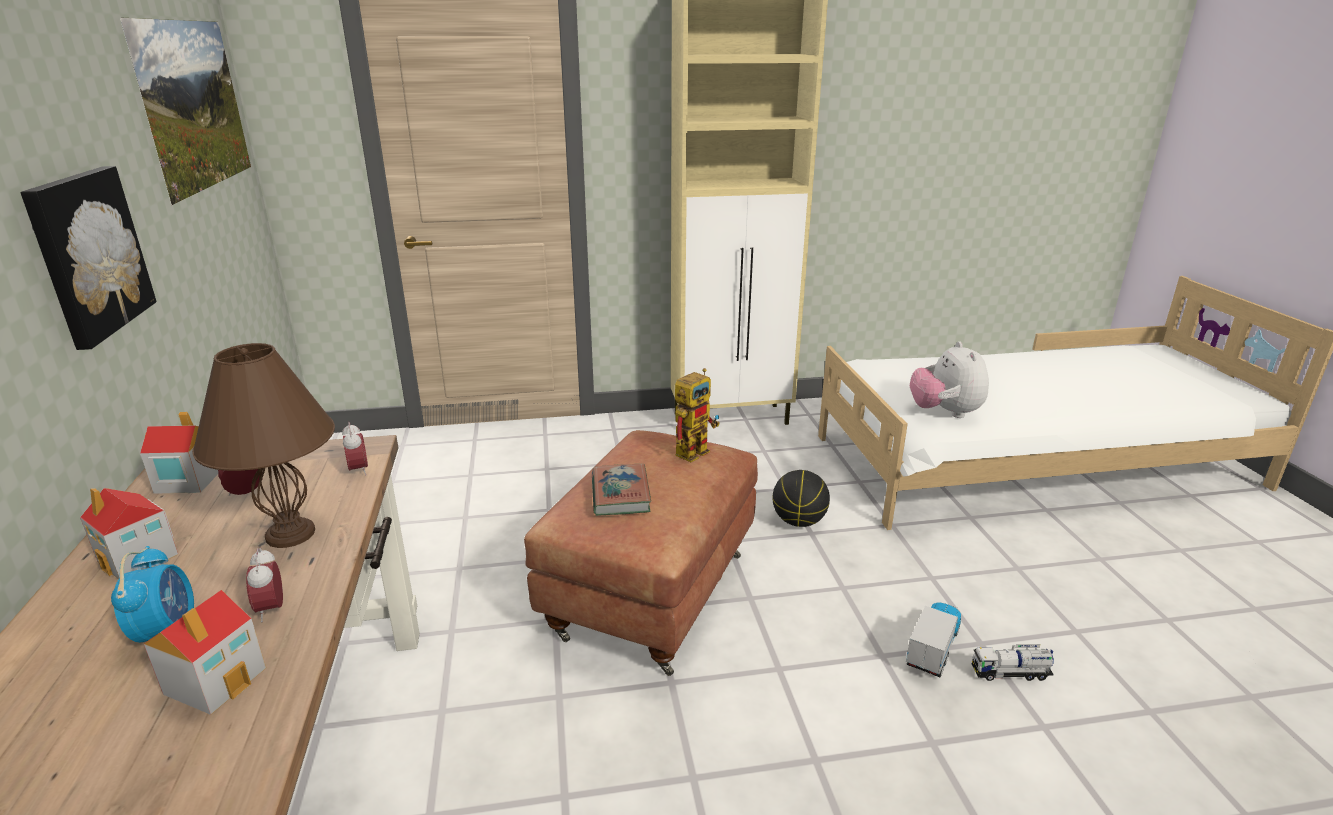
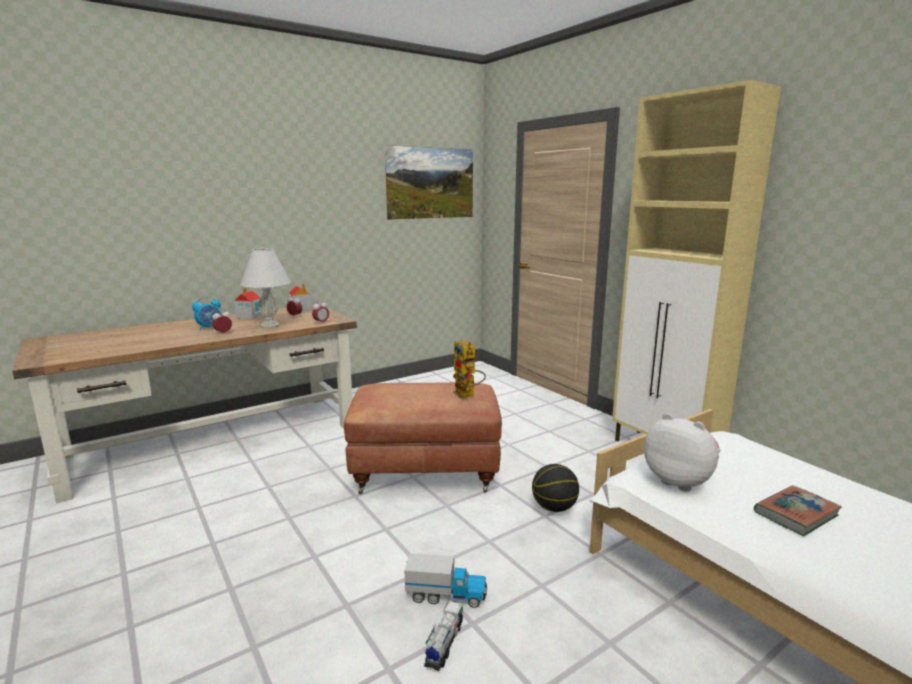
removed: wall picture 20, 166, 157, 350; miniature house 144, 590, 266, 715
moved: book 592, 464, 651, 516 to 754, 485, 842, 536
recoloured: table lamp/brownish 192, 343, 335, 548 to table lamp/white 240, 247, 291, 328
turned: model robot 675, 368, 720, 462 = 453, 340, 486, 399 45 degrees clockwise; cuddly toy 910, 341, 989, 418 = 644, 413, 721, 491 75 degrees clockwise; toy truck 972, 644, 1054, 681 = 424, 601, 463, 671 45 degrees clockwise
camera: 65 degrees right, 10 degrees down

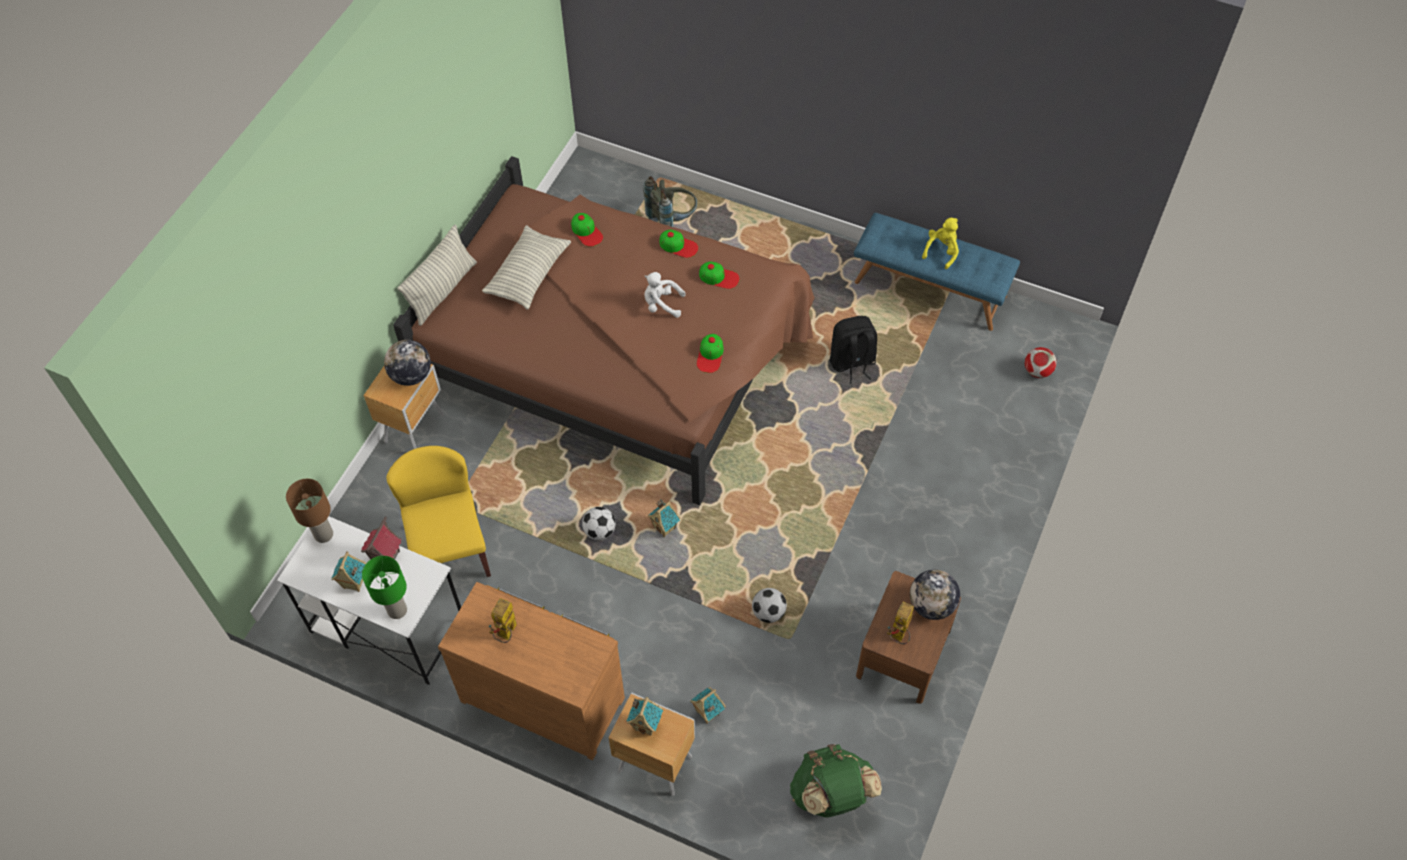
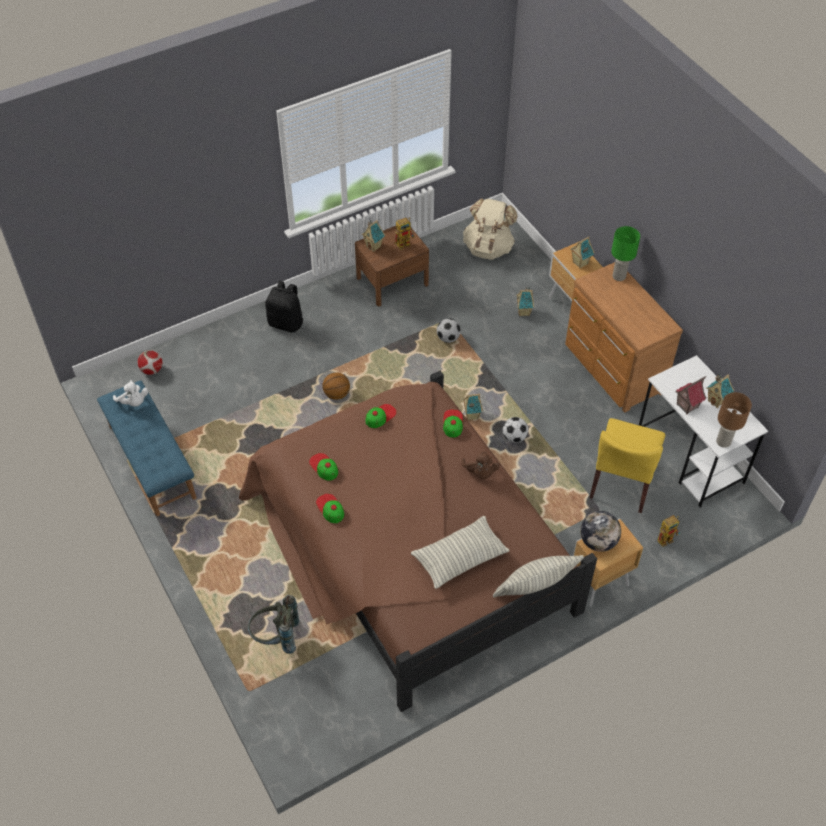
removed: cuddly toy/yellow 922, 218, 959, 269
added: basketball ball 322, 372, 350, 400; cuddly toy/brownish 461, 451, 500, 479
moved: table lamp/green 362, 556, 407, 619 to 611, 226, 640, 281; model robot 489, 598, 517, 643 to 657, 515, 680, 547; cap 571, 213, 603, 247 to 443, 409, 463, 438; cuddly toy/white 644, 272, 686, 318 to 113, 380, 148, 407; backpack/black-coloured 830, 316, 877, 384 to 265, 281, 303, 333
replaced: desk globe 910, 570, 960, 620 to miniature house 361, 220, 385, 252
recoloured: backpack/green 790, 744, 882, 818 to backpack/beige 463, 198, 518, 260
camera: 145 degrees left, 5 degrees down

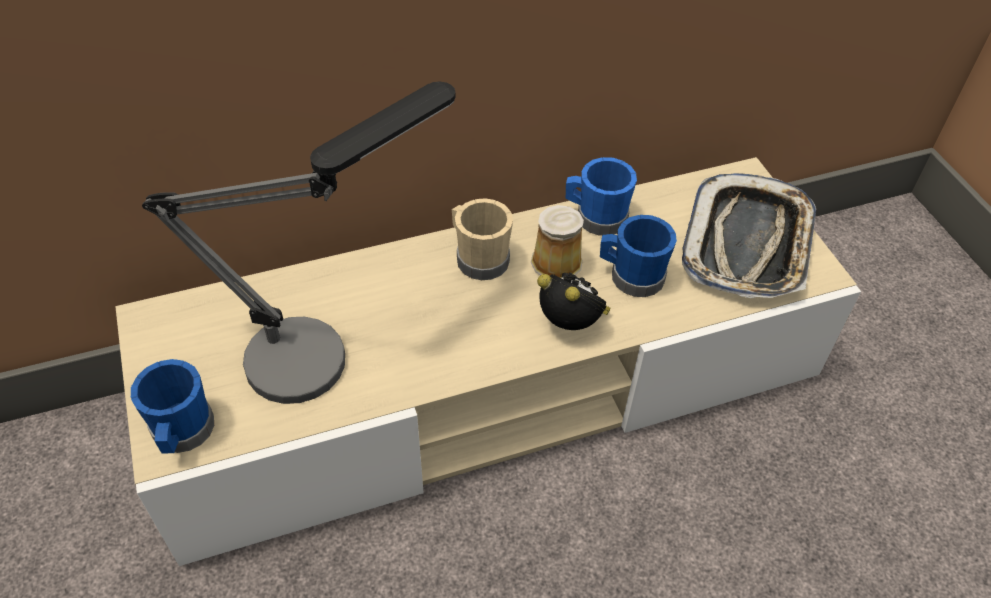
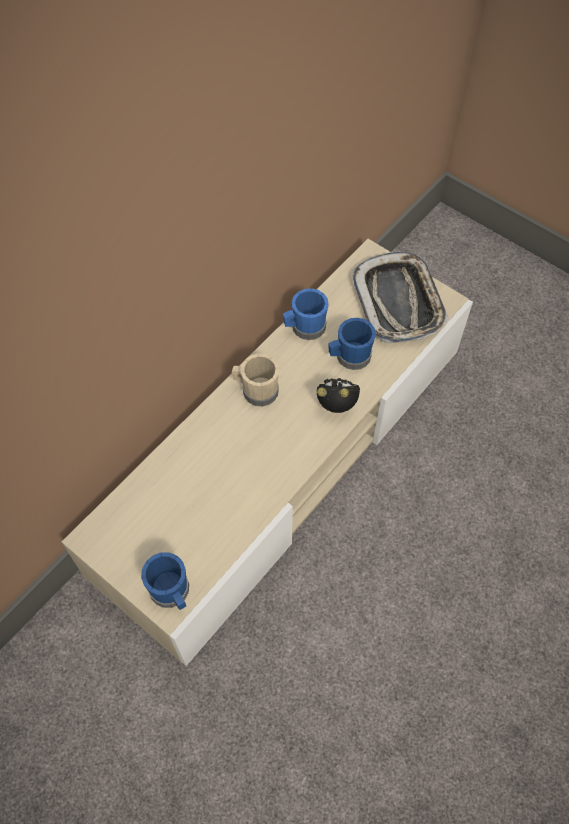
removed: table lamp 142, 81, 456, 404; mug 531, 205, 584, 278
camera: 30 degrees left, 10 degrees up

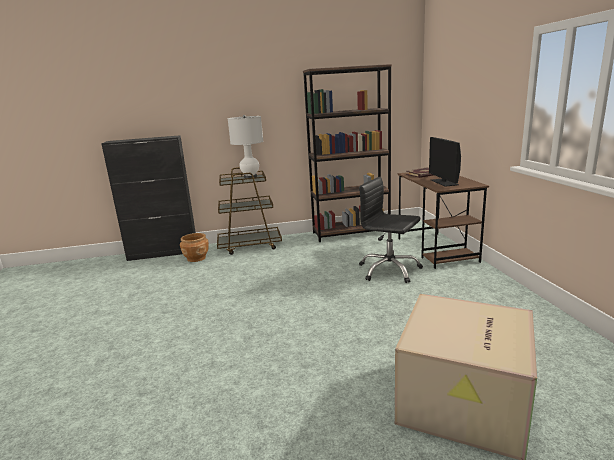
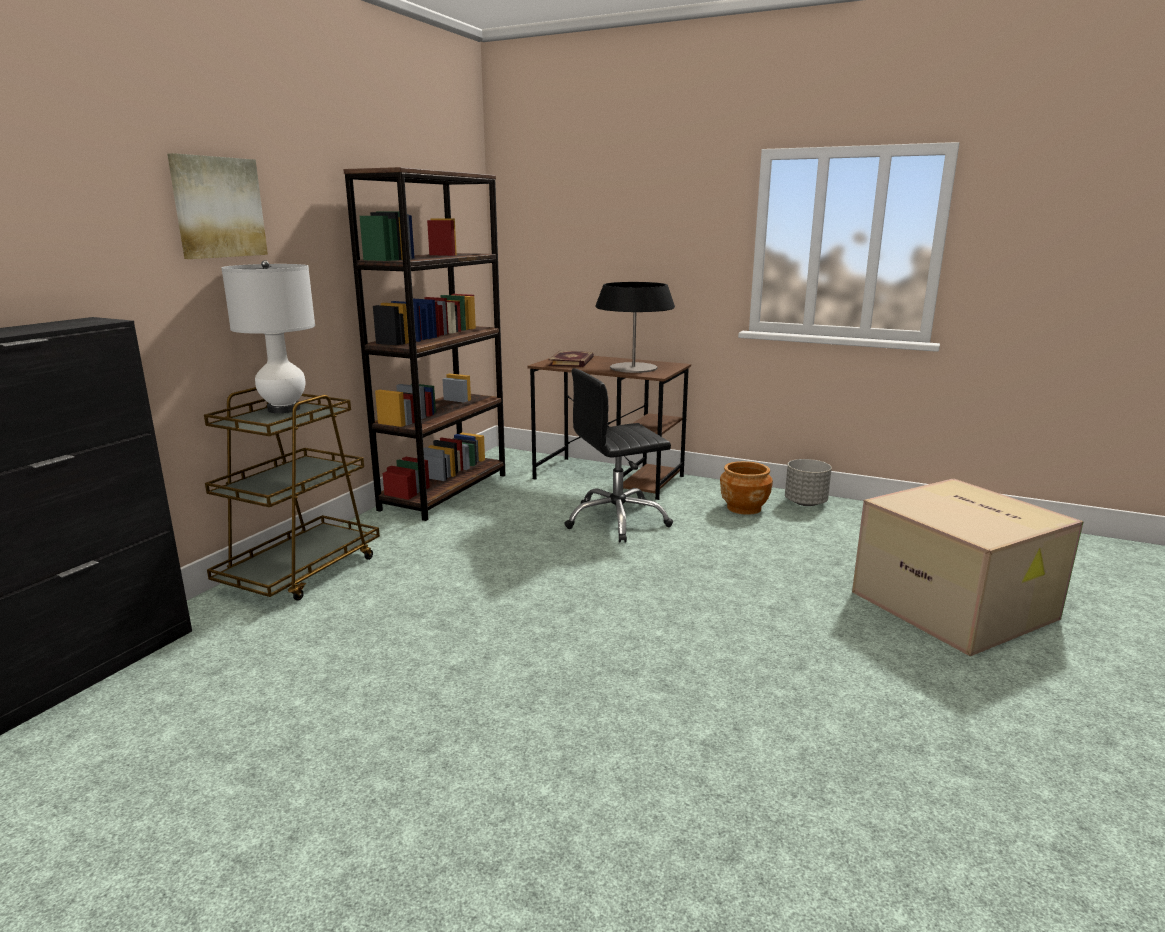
added: wall picture 167, 153, 268, 259; planter/gray 785, 459, 832, 506
moved: planter/brownish 180, 233, 208, 262 to 720, 461, 773, 515
replaced: computer screen 429, 137, 461, 187 to table lamp 596, 282, 675, 373
camera: 55 degrees left, 0 degrees up

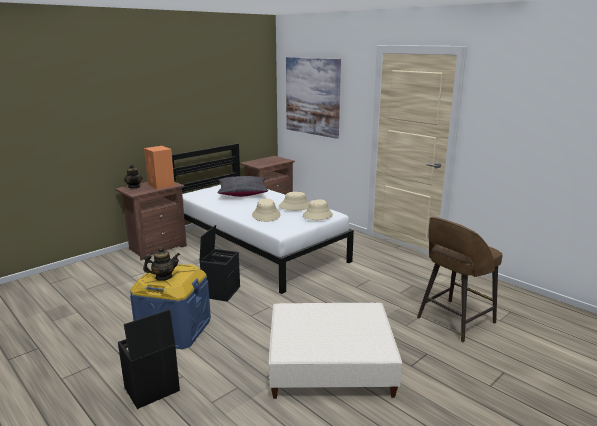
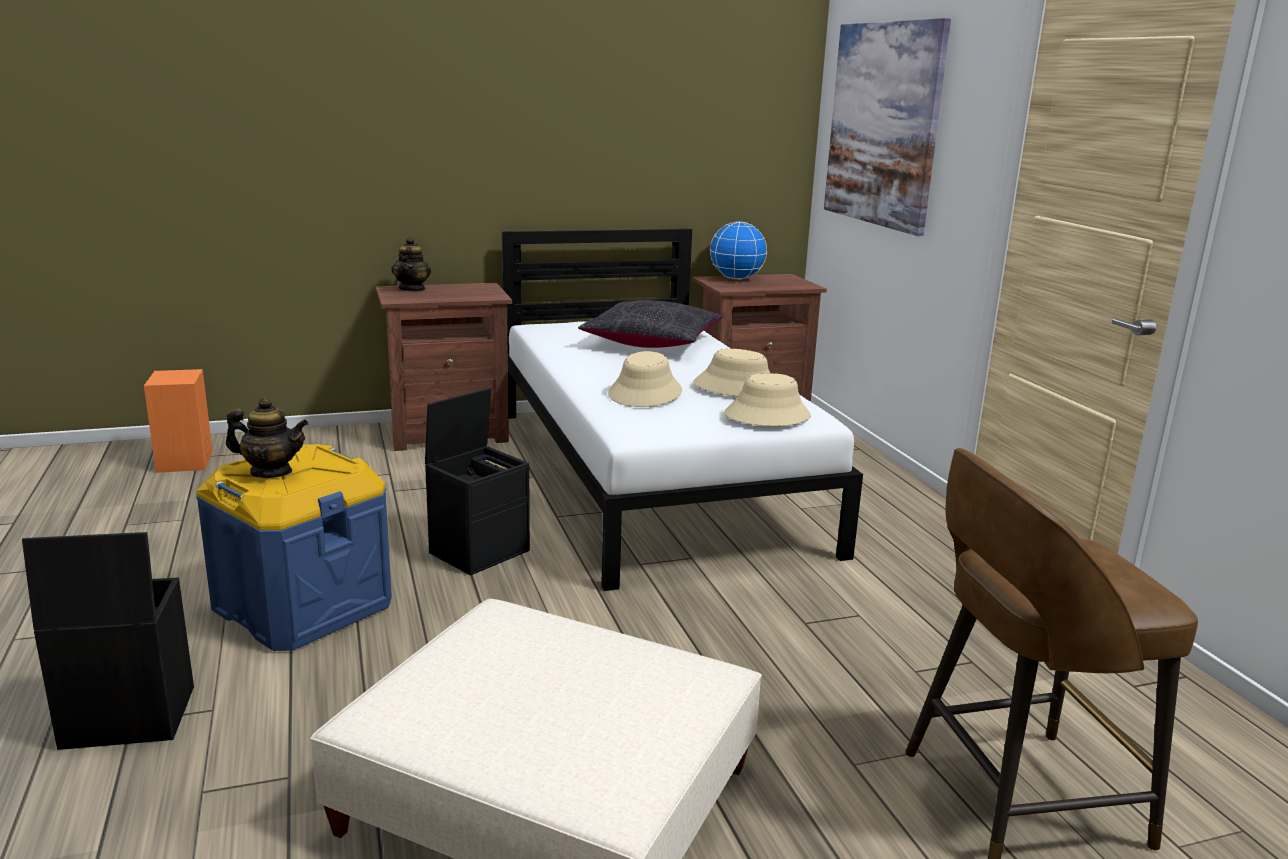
added: desk globe 710, 222, 767, 280
moved: audio speaker/orange 144, 146, 175, 189 to 144, 369, 213, 473
camera: 25 degrees right, 0 degrees up

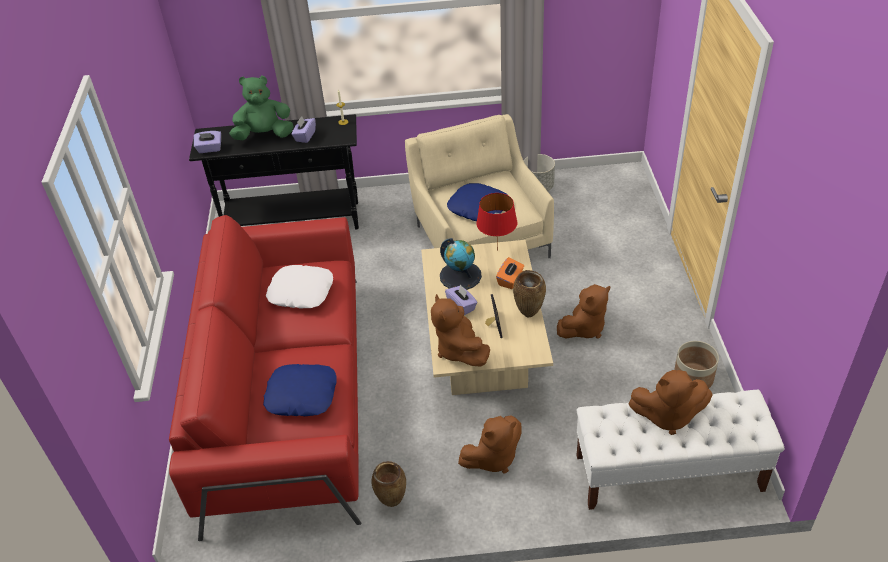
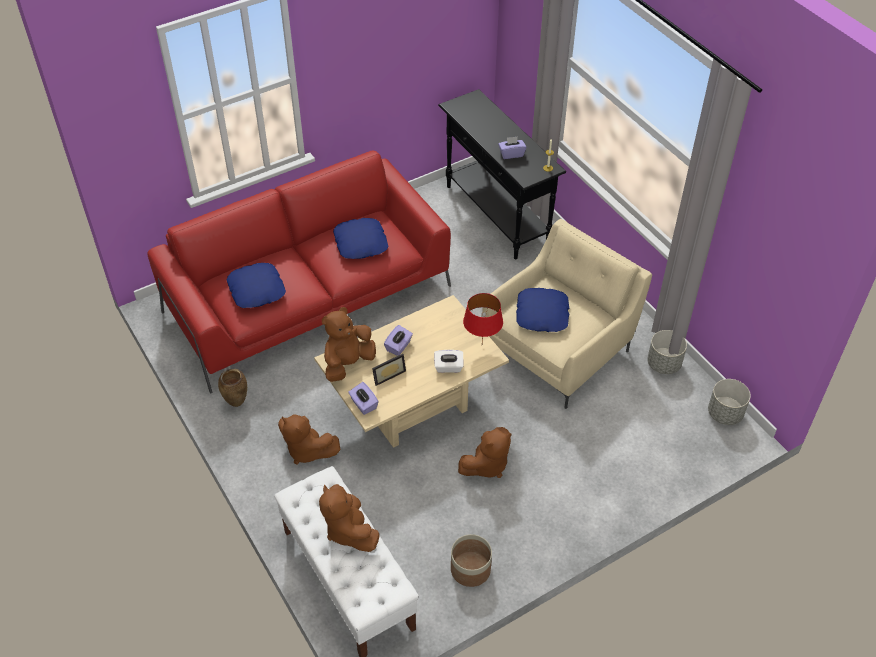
removed: cuddly toy/green 229, 75, 294, 141; desk globe 440, 238, 482, 290; vase/brownish 513, 270, 546, 317
added: planter/gray 708, 379, 751, 425
moved: tissue box/purplish 194, 131, 221, 153 to 348, 382, 379, 415
recoloured: cushion/white 266, 265, 333, 308 to cushion/blue-coloured 333, 218, 388, 259; tissue box/orange 496, 257, 524, 289 to tissue box/white 434, 350, 463, 373
turned: cuddly toy/brownish 557, 284, 610, 339 = 458, 427, 511, 478 60 degrees counterclockwise
camera: 60 degrees right, 5 degrees up

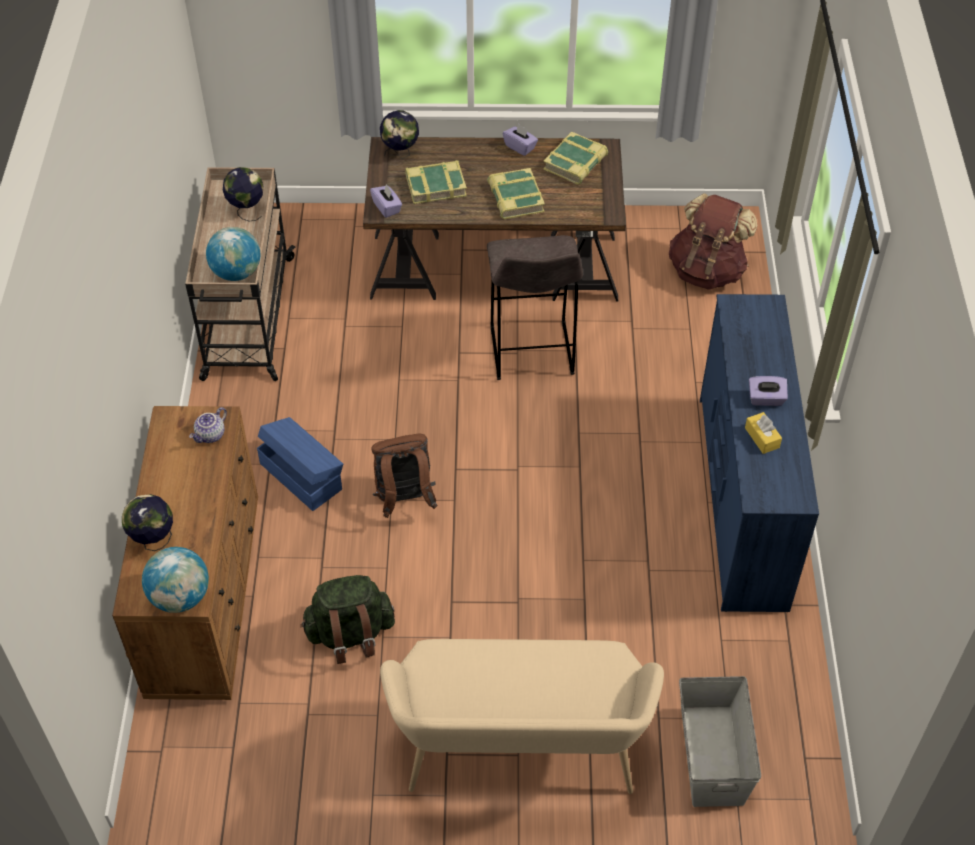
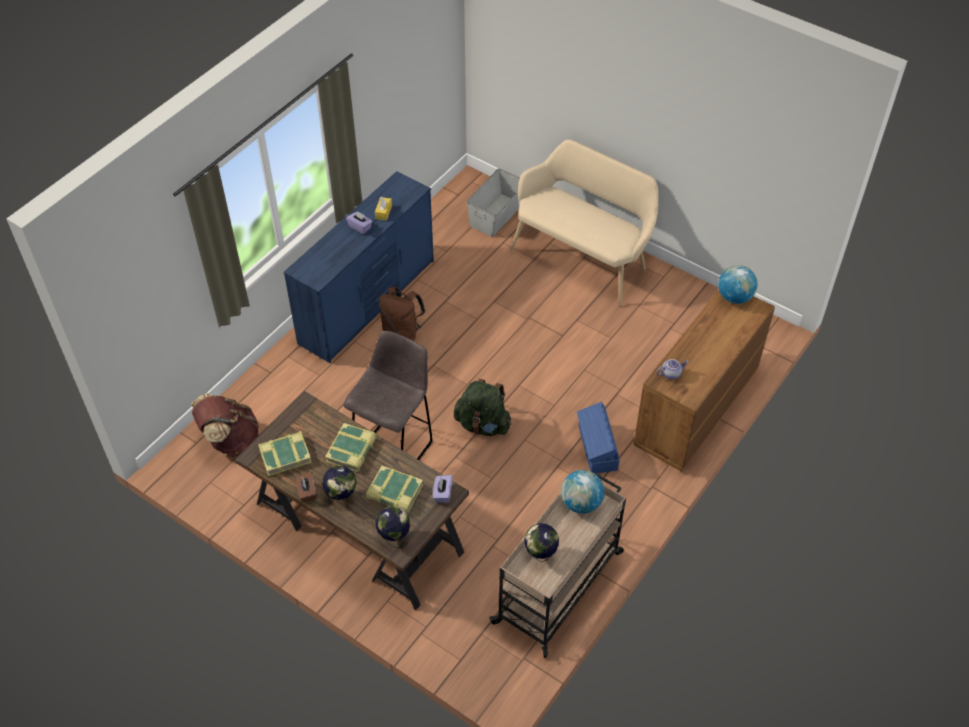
moved: desk globe 122, 494, 173, 551 to 322, 465, 357, 505; backpack/green 300, 575, 395, 664 to 454, 379, 512, 436; backpack/brownish 371, 434, 438, 518 to 379, 287, 426, 341
recoloured: tissue box/purplish 503, 124, 538, 156 to tissue box/brownish 296, 472, 317, 502
camera: 145 degrees left, 0 degrees up

